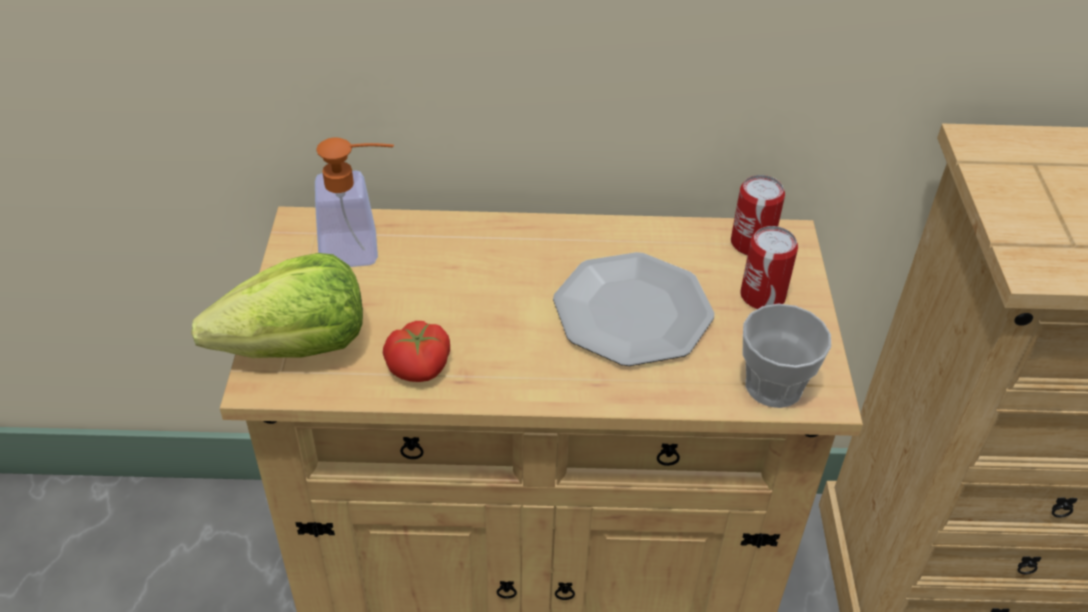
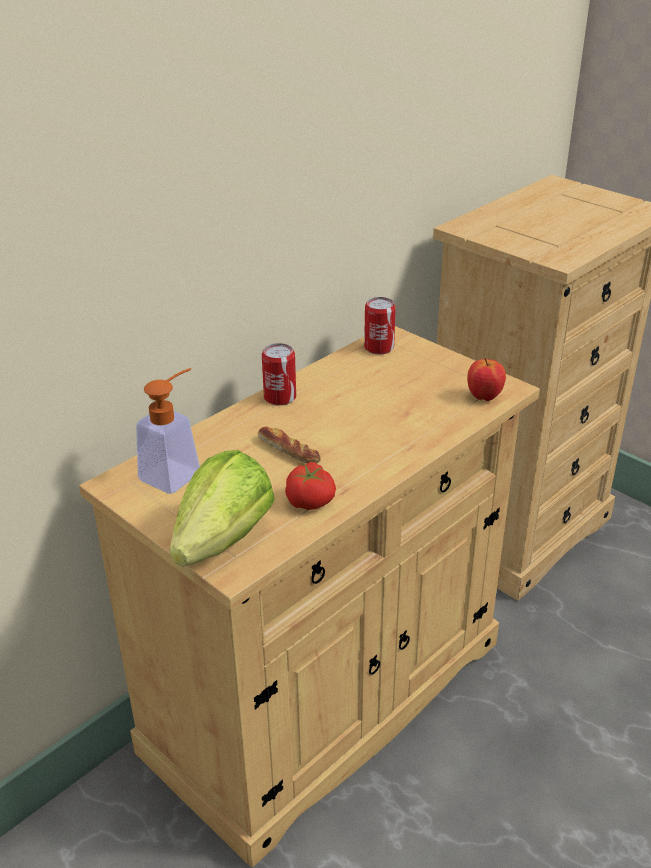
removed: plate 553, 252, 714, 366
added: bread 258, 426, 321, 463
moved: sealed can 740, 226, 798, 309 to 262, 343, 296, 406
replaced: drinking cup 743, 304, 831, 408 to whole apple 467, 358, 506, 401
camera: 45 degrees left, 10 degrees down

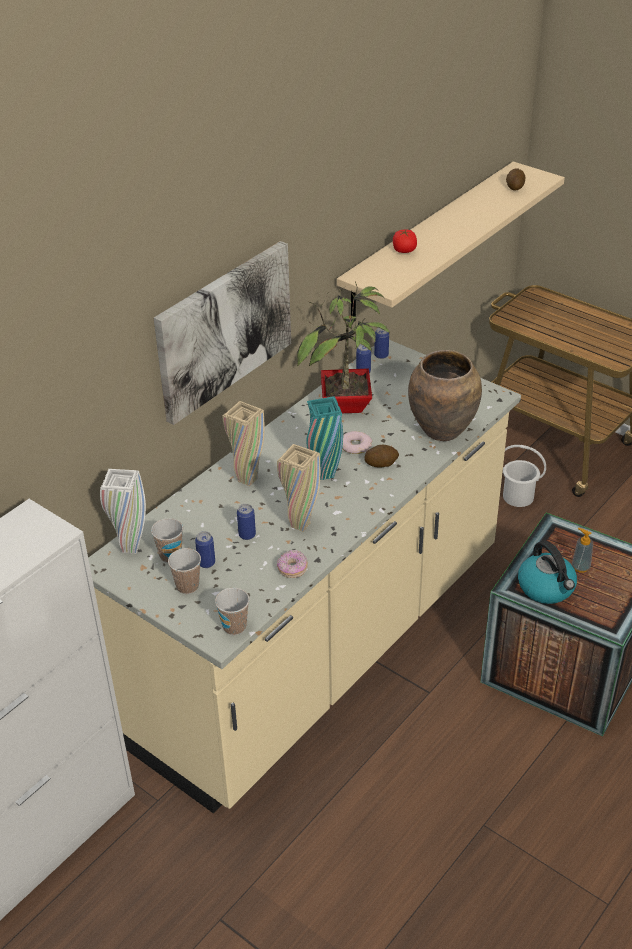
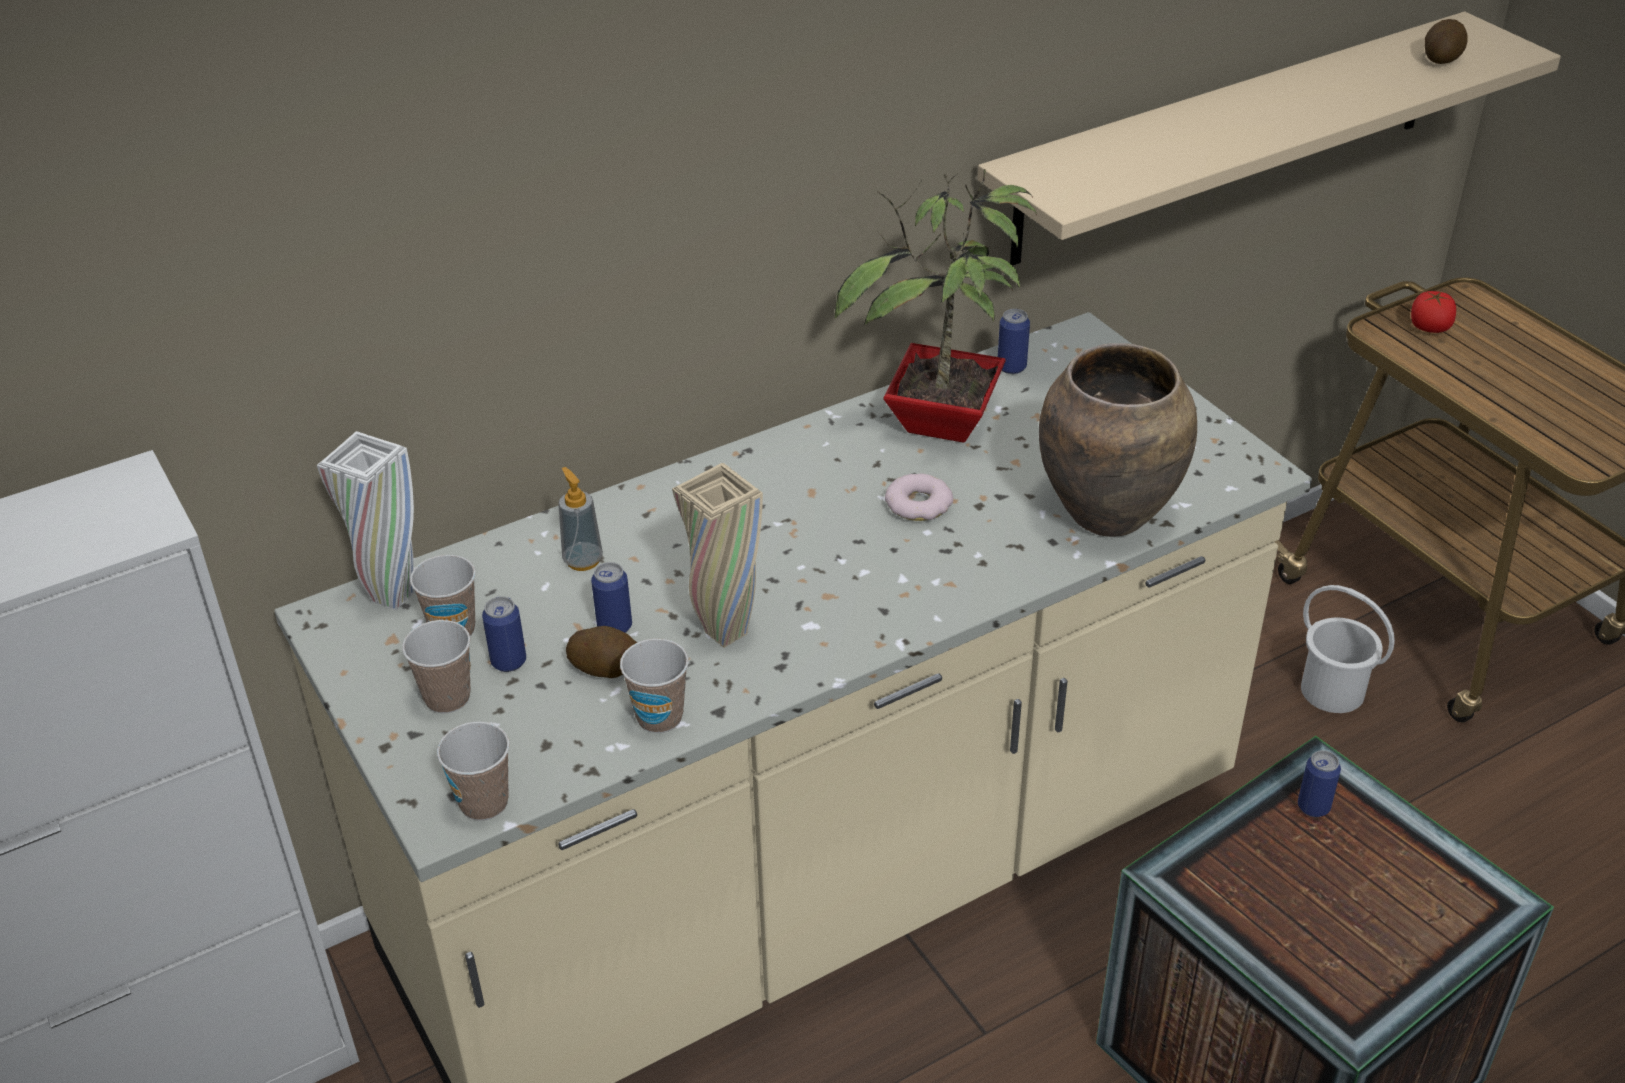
removed: wall picture 154, 241, 291, 425; vase/beige 223, 401, 264, 486; vase/blue-green 306, 396, 343, 480; tea kettle 518, 541, 577, 604
moved: spud 364, 445, 399, 467 to 566, 626, 637, 678; sealed can 374, 328, 389, 359 to 1298, 750, 1341, 817; tomato 393, 230, 417, 253 to 1411, 291, 1456, 333; liquid soap bottle 572, 528, 593, 573 to 558, 467, 603, 571
replaced: doughnut 277, 550, 308, 578 to drinking cup 620, 638, 689, 733
camera: 20 degrees right, 0 degrees up

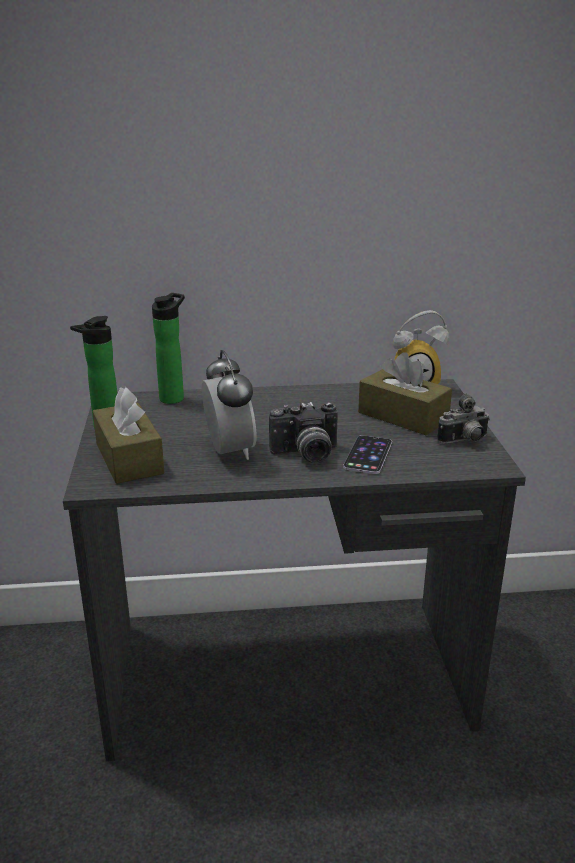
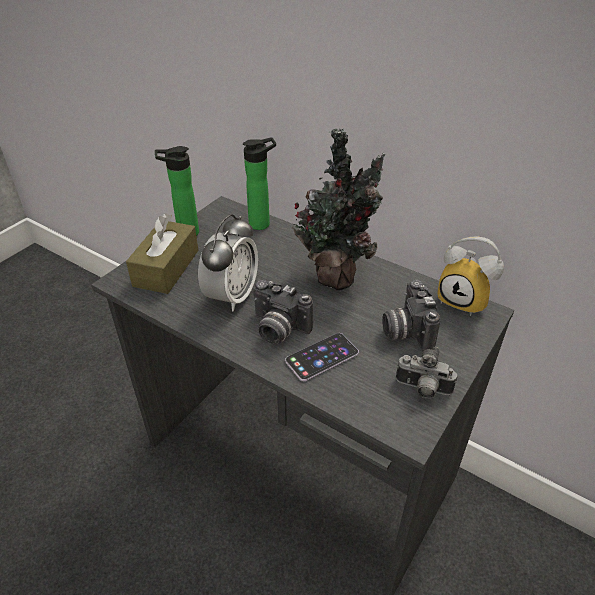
added: plant in a pot 291, 128, 385, 290
replaced: tissue box/brownish 358, 352, 452, 435 to photo camera 382, 280, 440, 351
camera: 40 degrees right, 15 degrees up

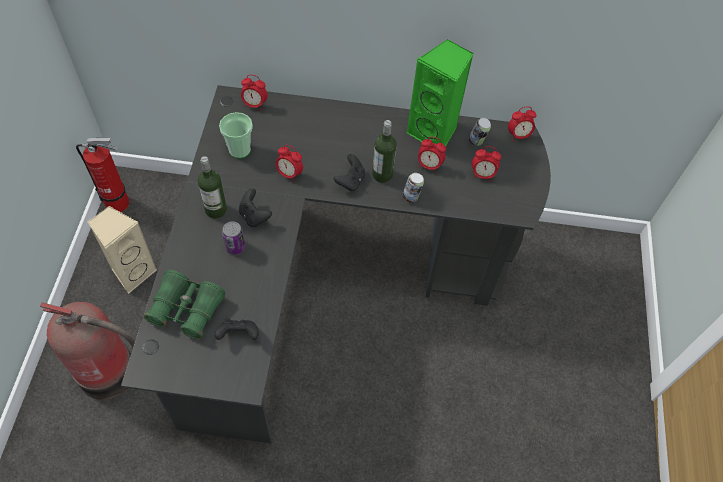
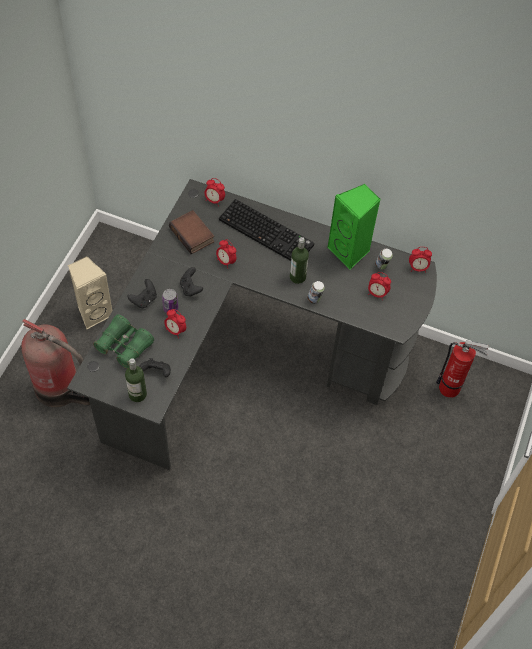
added: keyboard 219, 199, 314, 261
moved: fire extinguisher 76, 137, 129, 212 to 436, 340, 489, 398; bottle 198, 156, 227, 219 to 125, 358, 147, 402; joypad/black-coloured 334, 154, 365, 191 to 127, 279, 157, 308; bedside clock 418, 137, 446, 173 to 164, 309, 186, 338
replaced: drinking cup 219, 112, 253, 159 to book 169, 210, 214, 254
camera: 15 degrees right, 0 degrees up

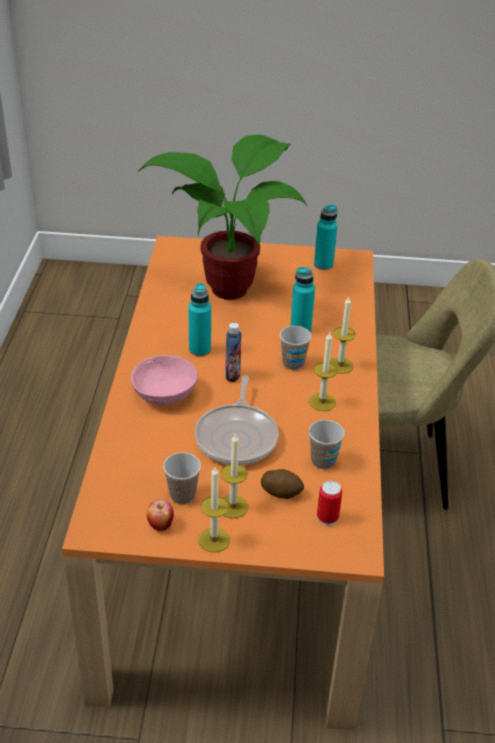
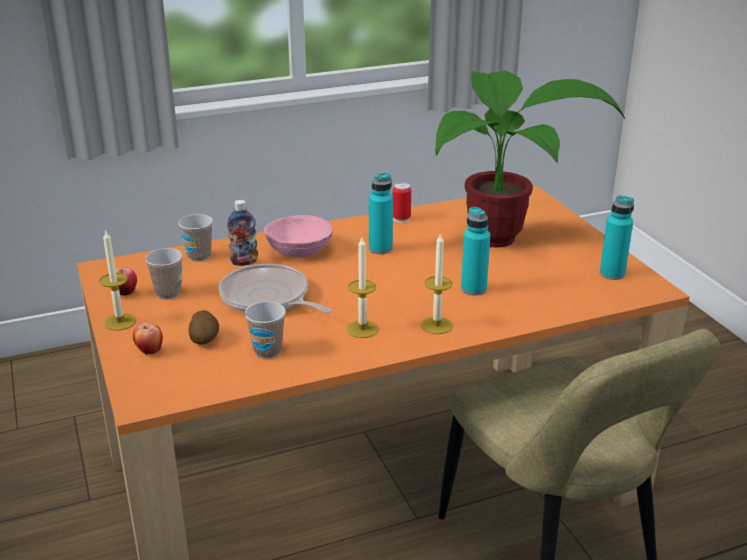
removed: candle 221, 433, 249, 518
added: whole apple 133, 322, 163, 355
moved: bottle 225, 323, 242, 382 to 227, 200, 258, 266; drinking cup 280, 326, 311, 370 to 178, 214, 213, 262; sealed can 317, 481, 342, 526 to 393, 183, 411, 223
turned: skillet 195, 375, 279, 465 = 219, 264, 332, 313 60 degrees clockwise
camera: 65 degrees right, 10 degrees down

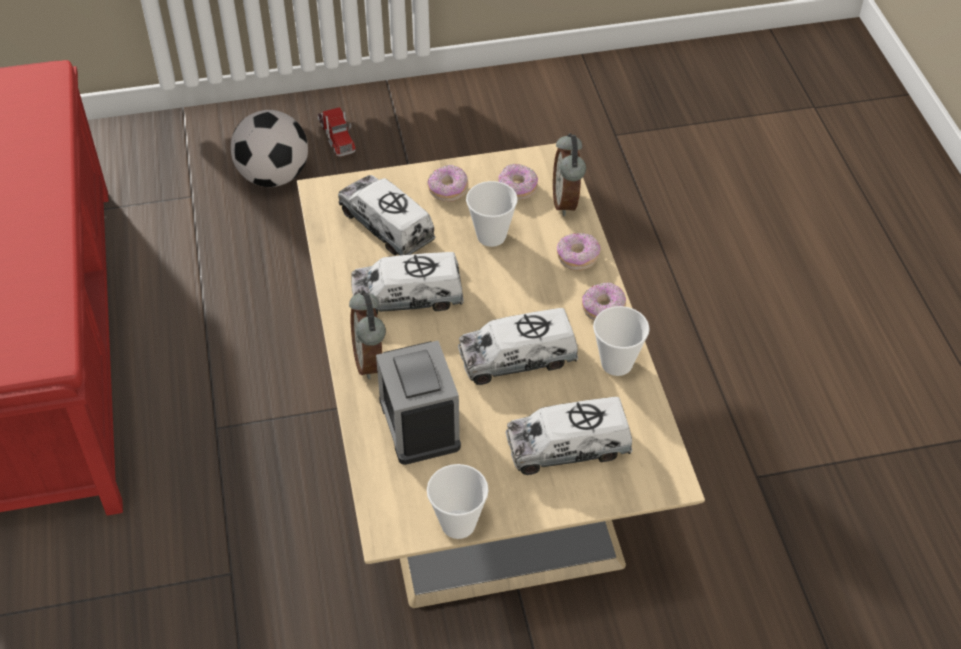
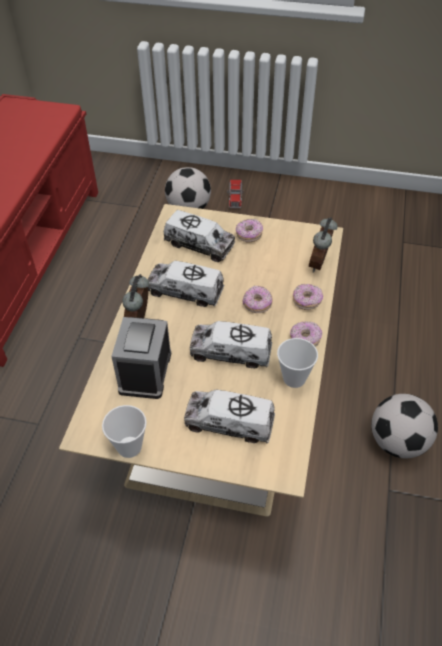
removed: drinking cup 466, 181, 518, 247
added: football 371, 394, 438, 458
moved: doughnut 498, 164, 538, 200 to 243, 286, 273, 313
turned: toy truck 338, 175, 435, 255 = 163, 210, 235, 262 135 degrees clockwise
camera: 25 degrees right, 0 degrees up

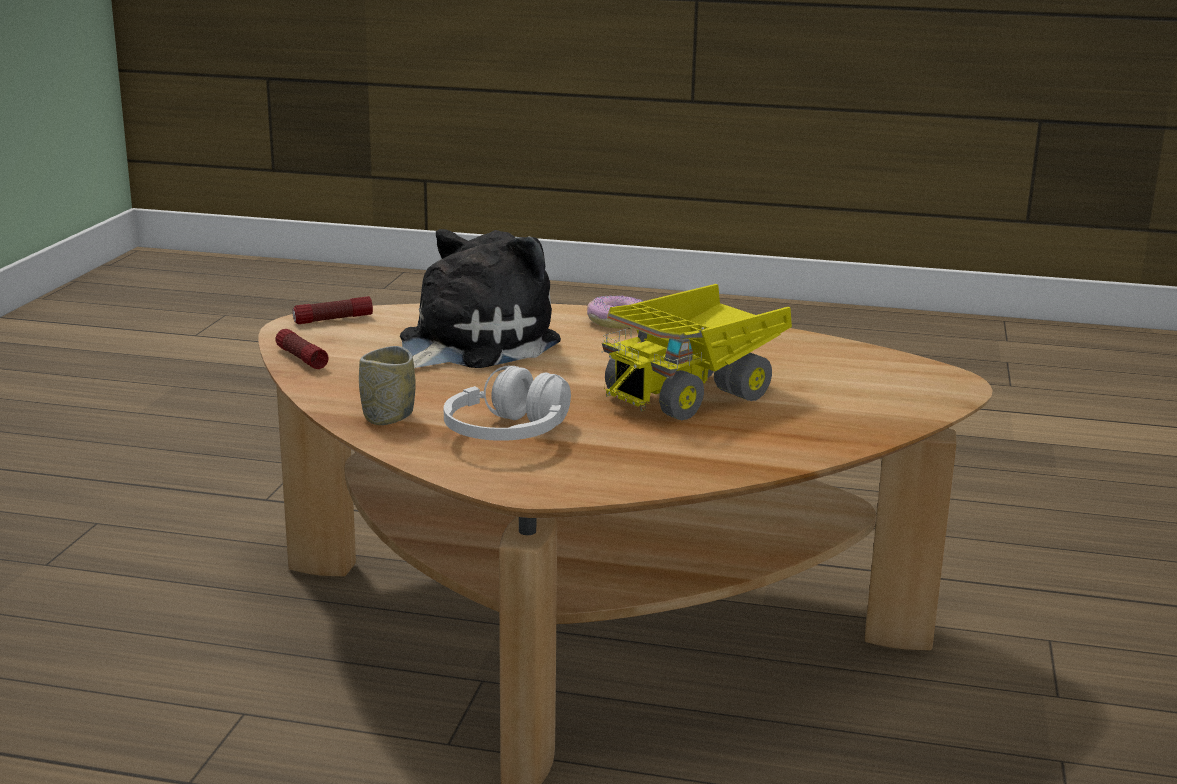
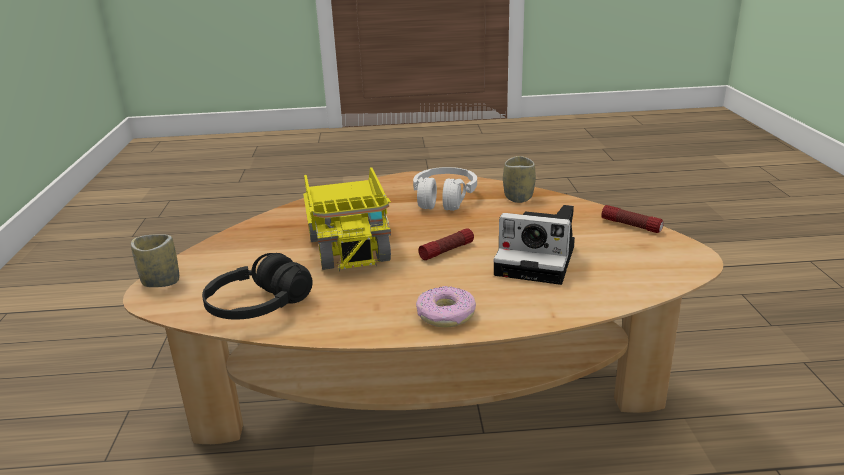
added: drinking cup 131, 234, 179, 287; pair of headphones/black-coloured 202, 253, 313, 320
moved: flashlight 292, 296, 373, 324 to 419, 228, 474, 260
replaced: cuddly toy 400, 229, 561, 368 to photo camera 493, 205, 575, 285
turned: toy truck 601, 284, 792, 420 = 303, 167, 391, 272 135 degrees clockwise
camera: 165 degrees right, 5 degrees up

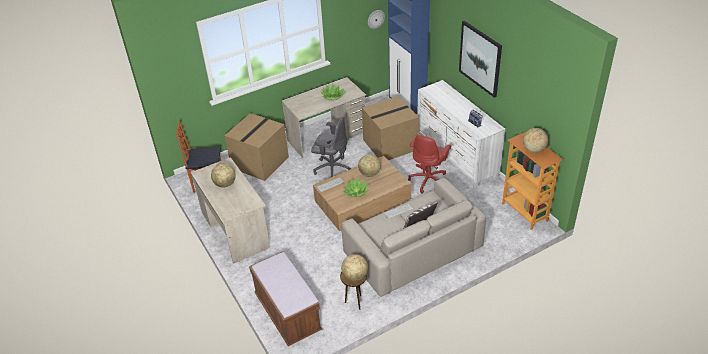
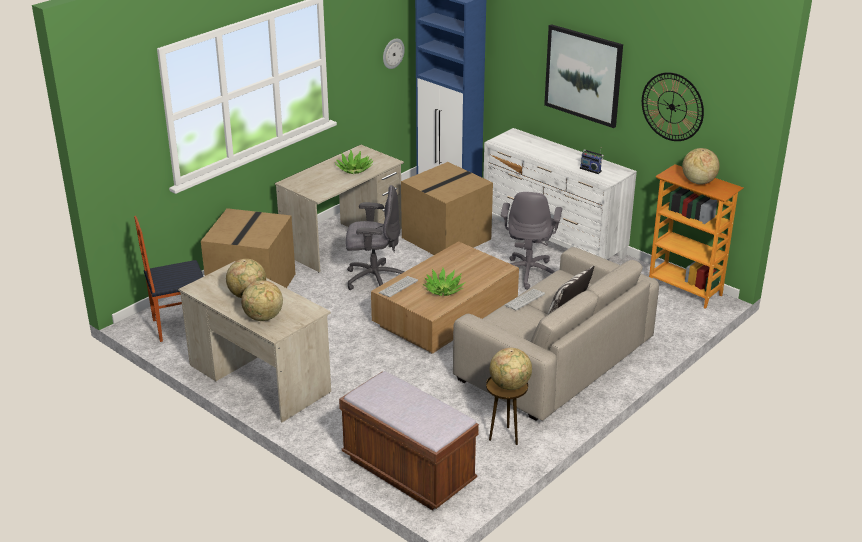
added: wall clock 642, 72, 704, 141
moved: desk globe 358, 154, 381, 177 to 241, 280, 283, 321
recoloured: desk chair/reddish 408, 135, 451, 194 to desk chair/gray 501, 192, 562, 290
camera: 20 degrees left, 10 degrees down

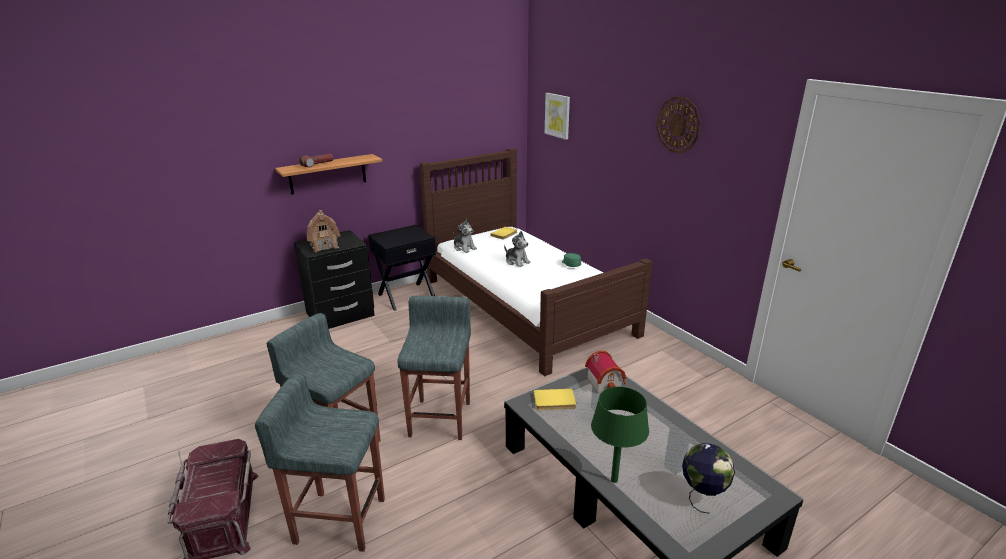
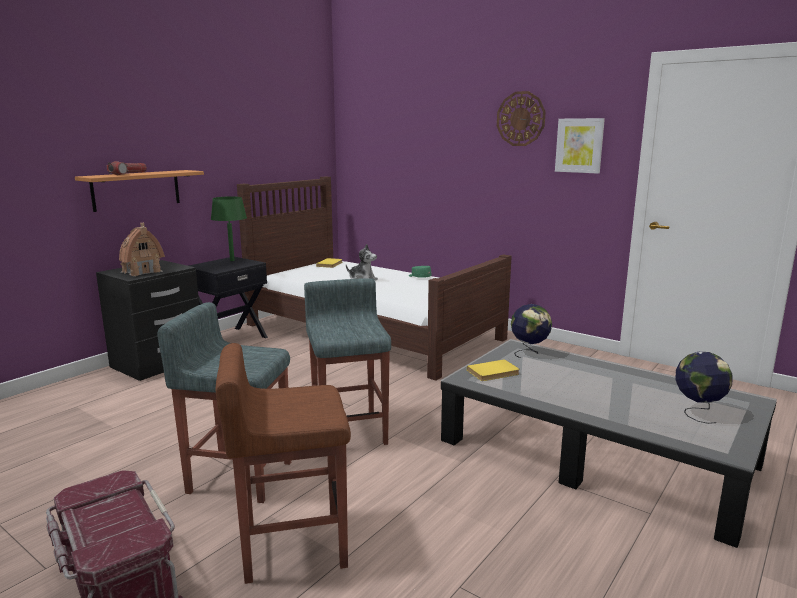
removed: cuddly toy 453, 219, 477, 253
moved: wall picture 545, 93, 570, 140 to 555, 118, 605, 174; table lamp/green 591, 387, 649, 483 to 211, 196, 247, 261
replaced: miniature house 585, 351, 626, 393 to desk globe 511, 304, 552, 358
recoloured: sitting stool/gray 255, 373, 385, 552 to sitting stool/brownish 216, 343, 351, 584
camera: 20 degrees left, 10 degrees down

